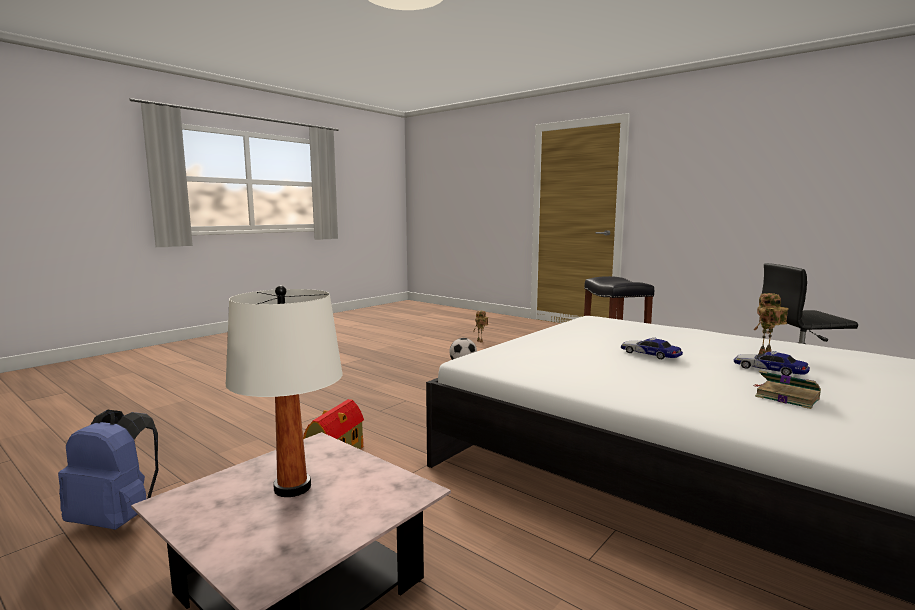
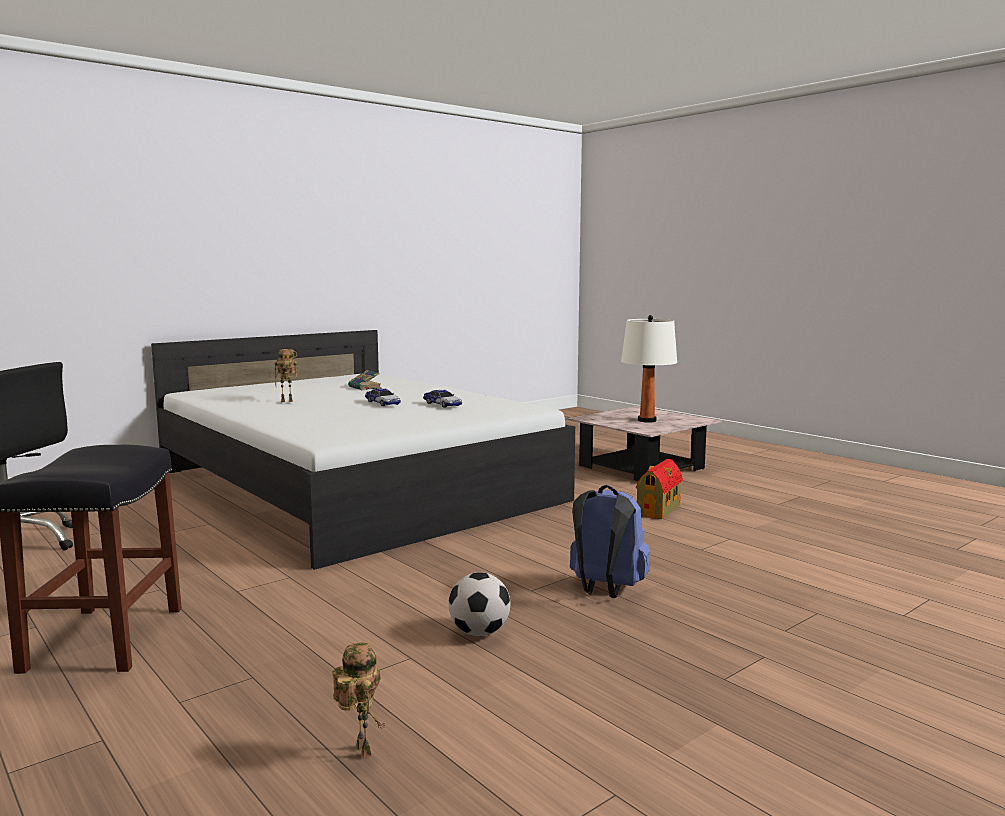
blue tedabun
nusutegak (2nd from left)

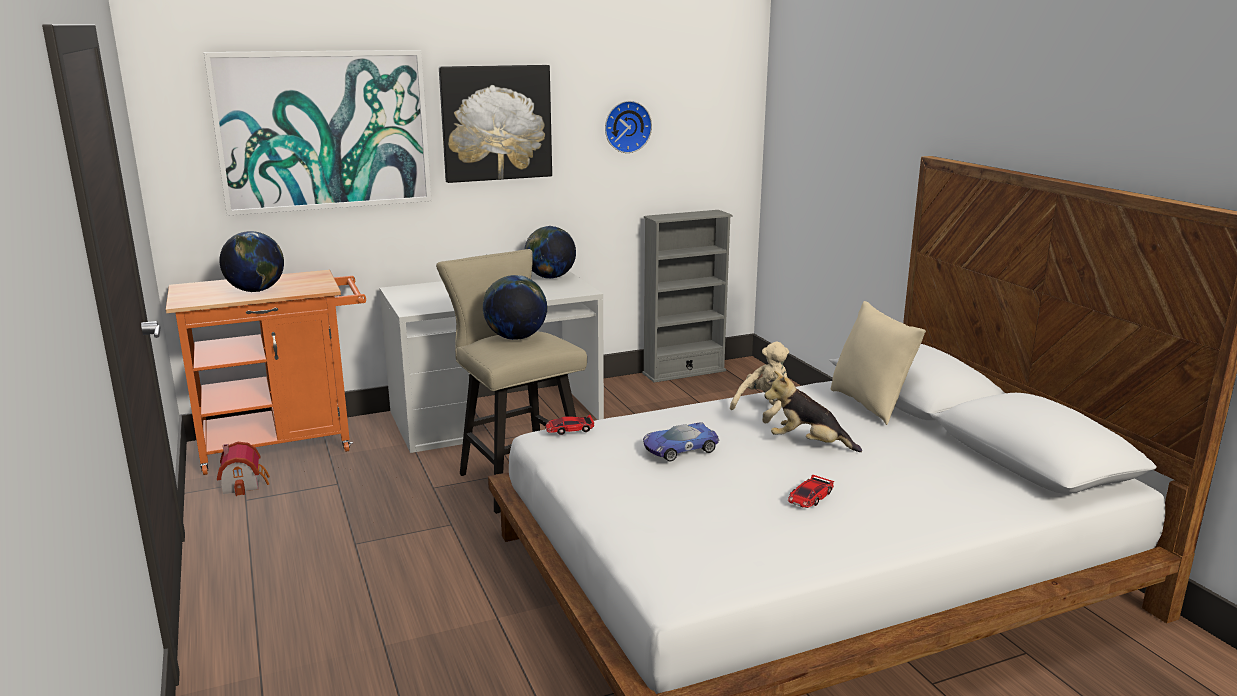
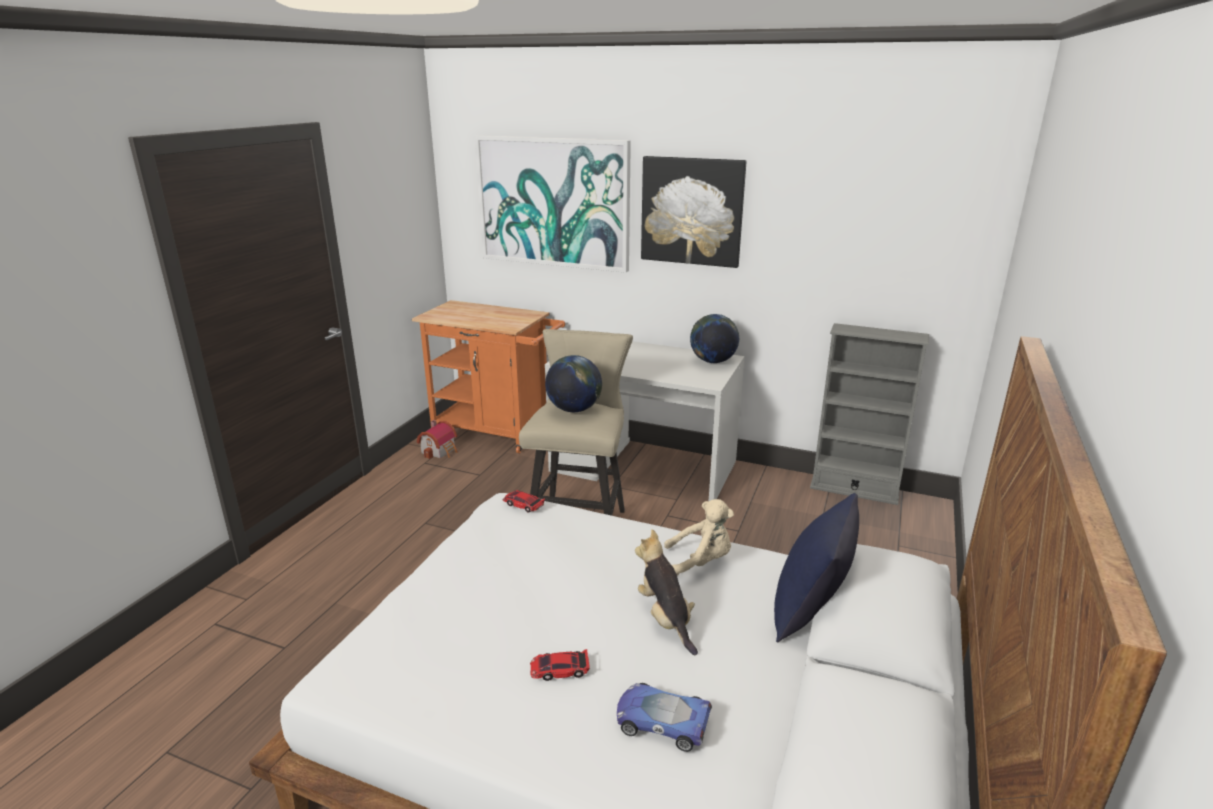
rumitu (1st from left in the first image)
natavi
nusutegak (3rd from left)
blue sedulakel

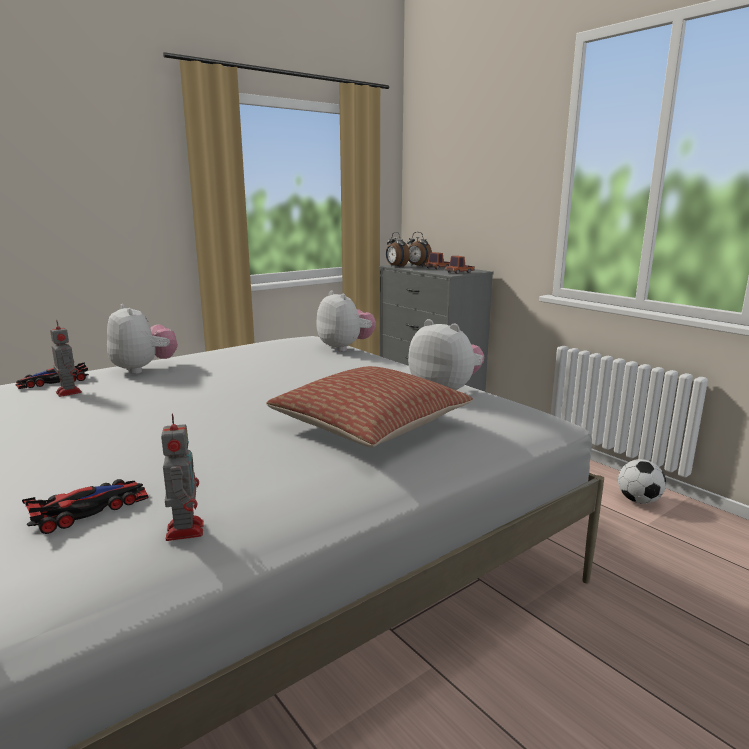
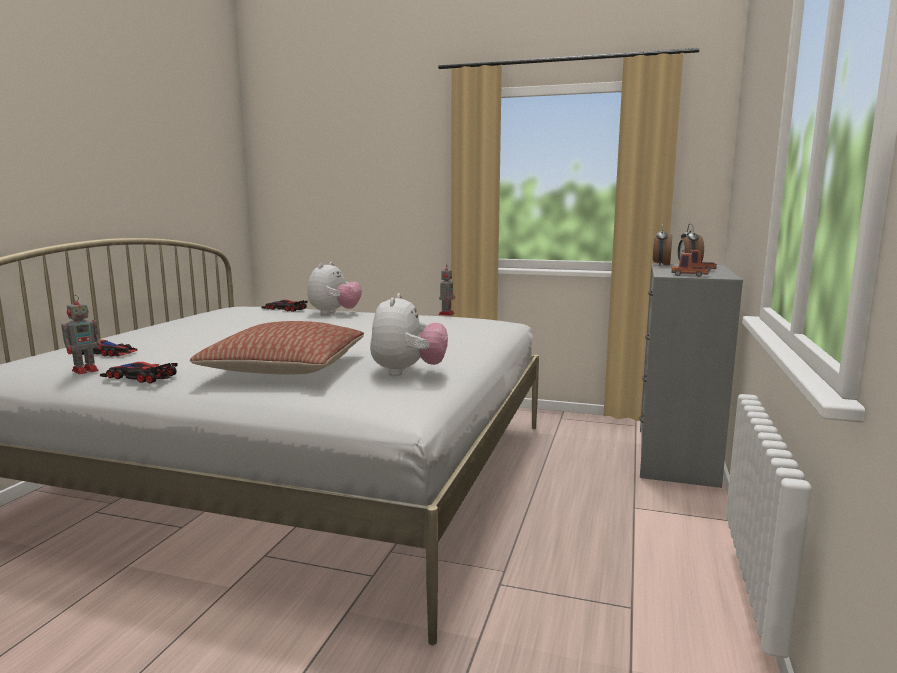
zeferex (2nd from left in the first image)
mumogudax
nusutegak (2nd from left)
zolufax (2nd from left)

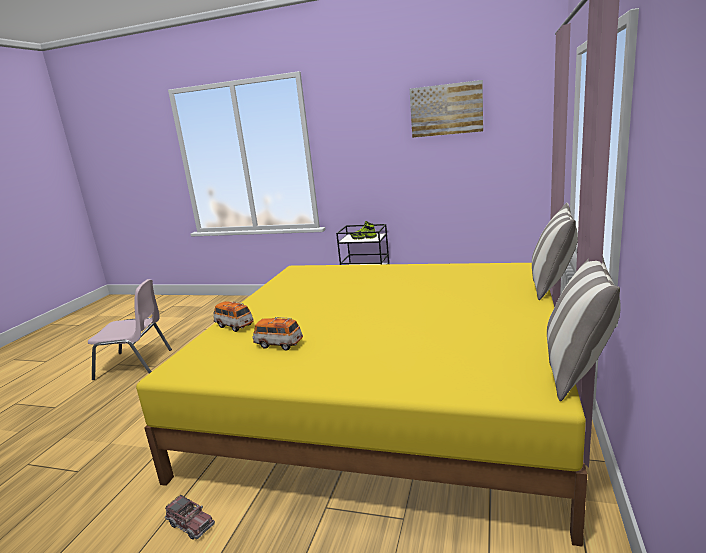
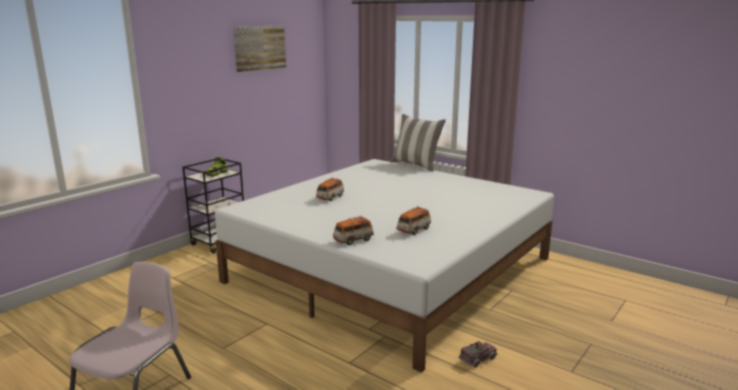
sedulakel (2nd from left in the first image)
nusutegak (1st from left)
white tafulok

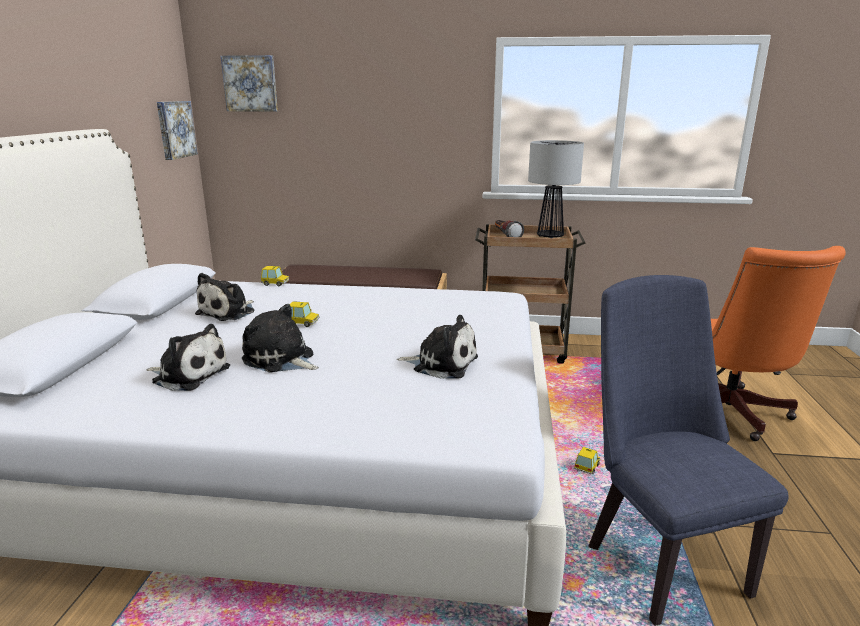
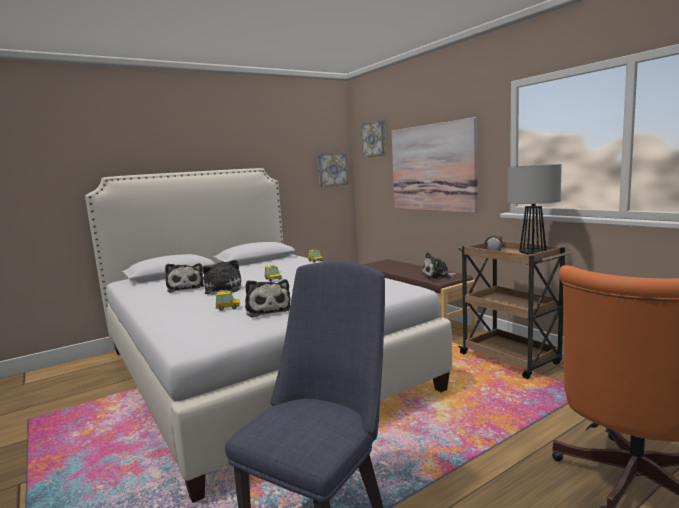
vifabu (3rd from left)
zeferex (4th from left)
nusutegak (1st from left)

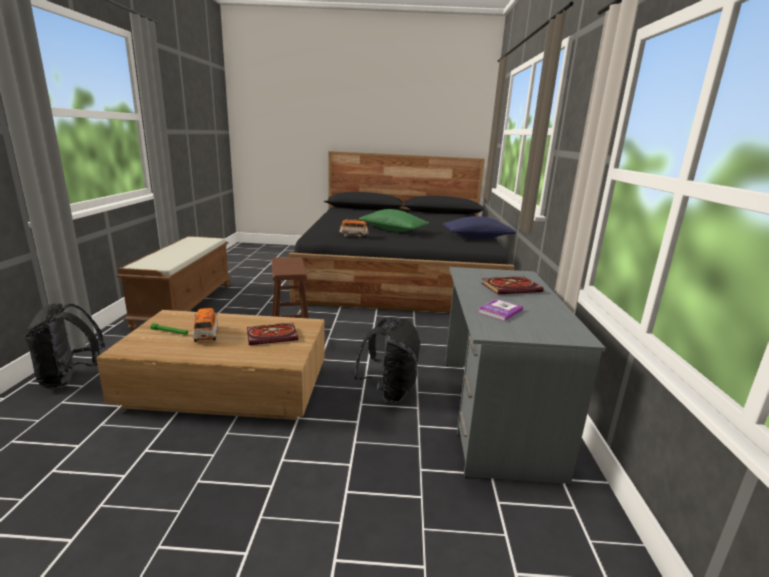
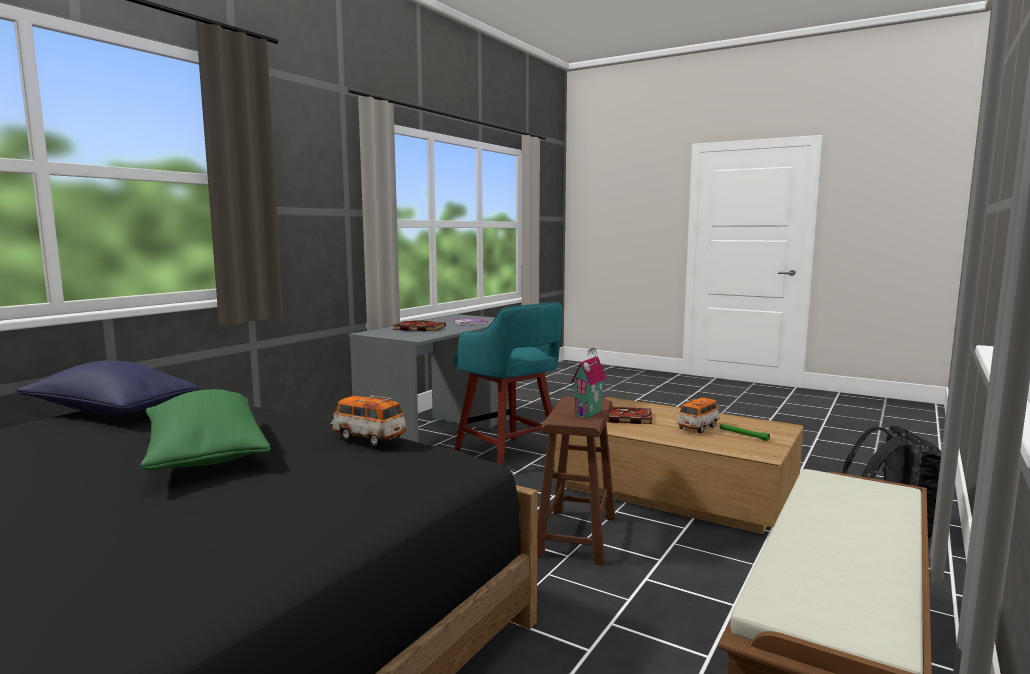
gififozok
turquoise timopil
nusutegak (2nd from left)

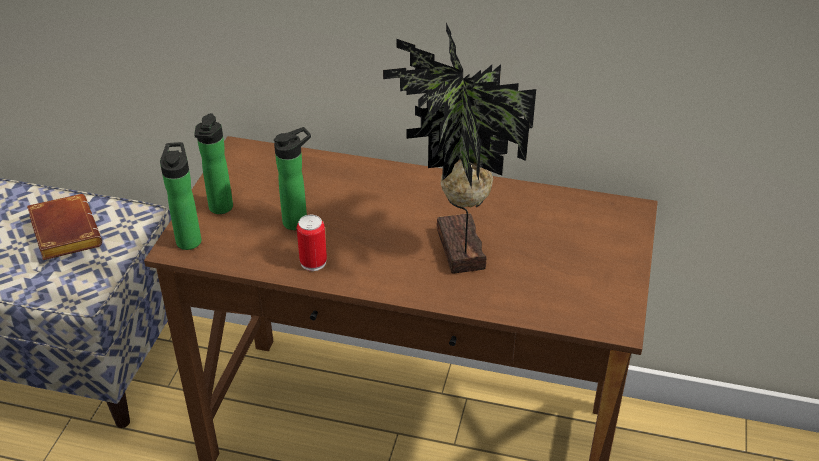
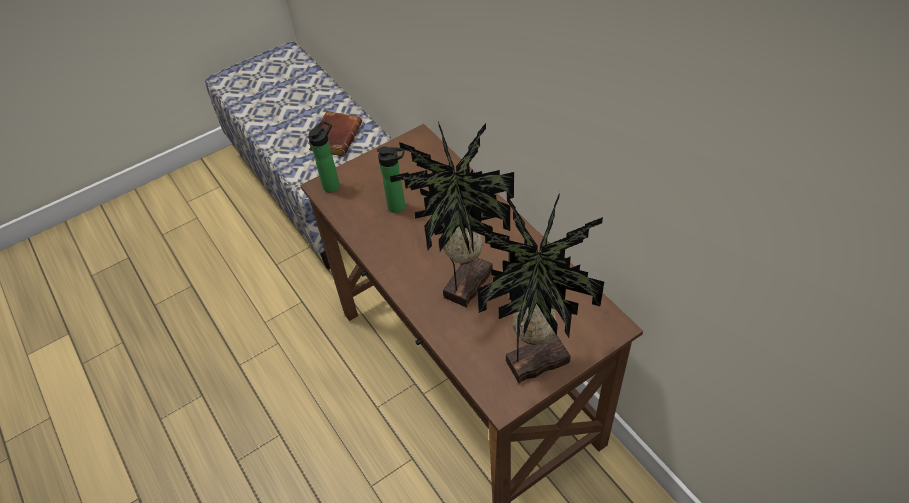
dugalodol (2nd from left in the first image)
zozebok
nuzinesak (2nd from left)

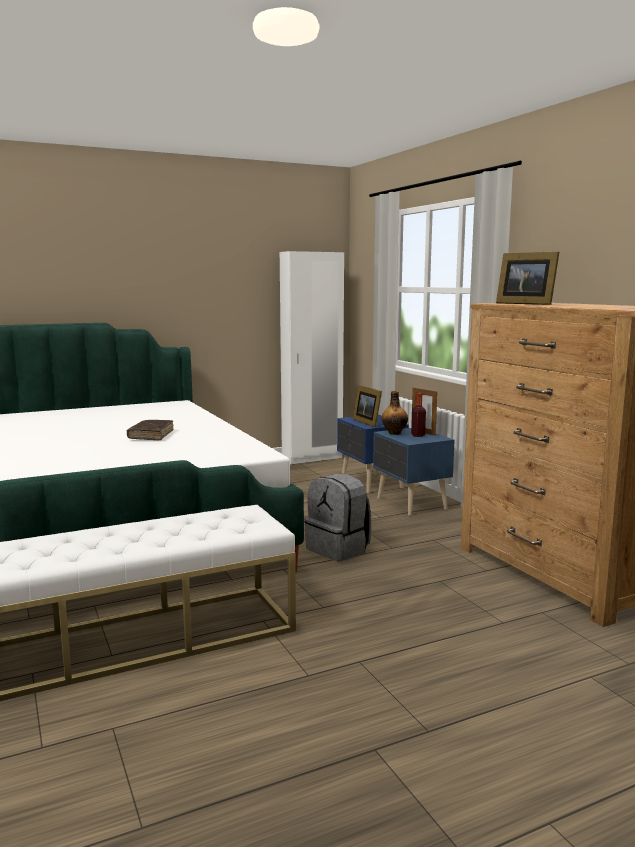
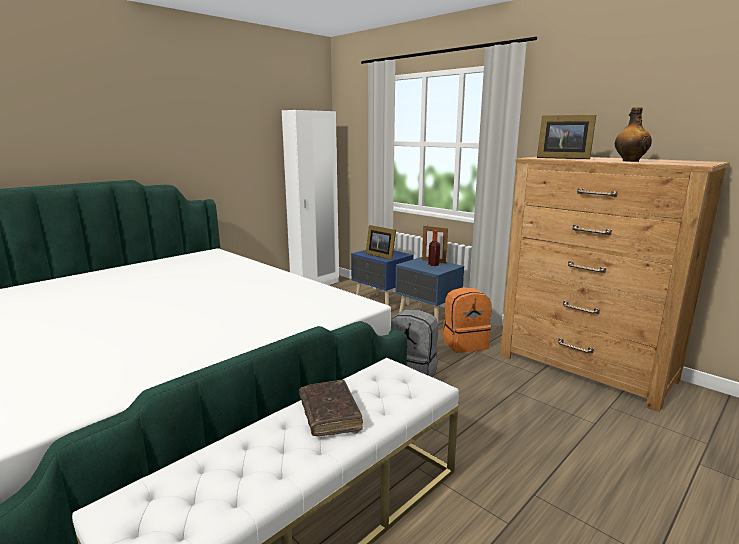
orange tedabun
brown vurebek
dugalodol (2nd from left)

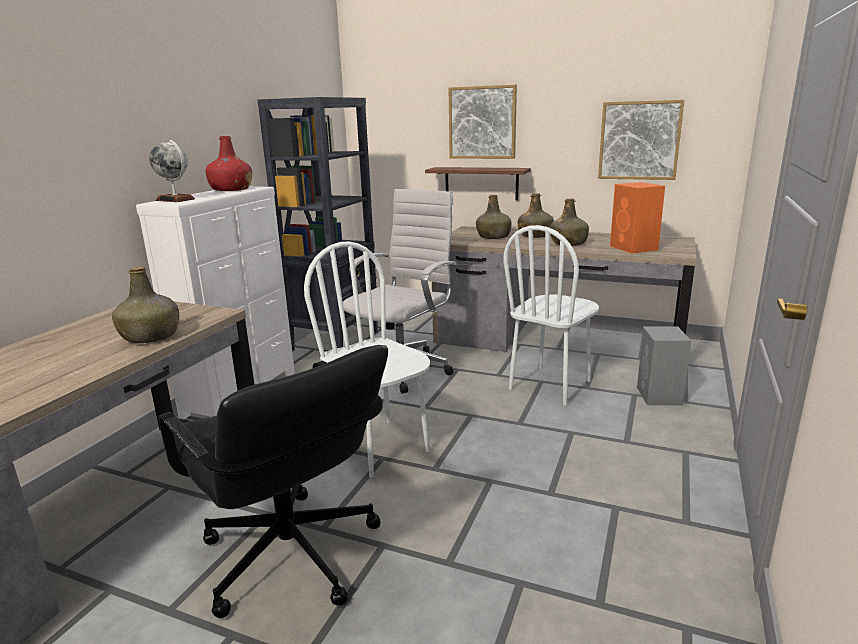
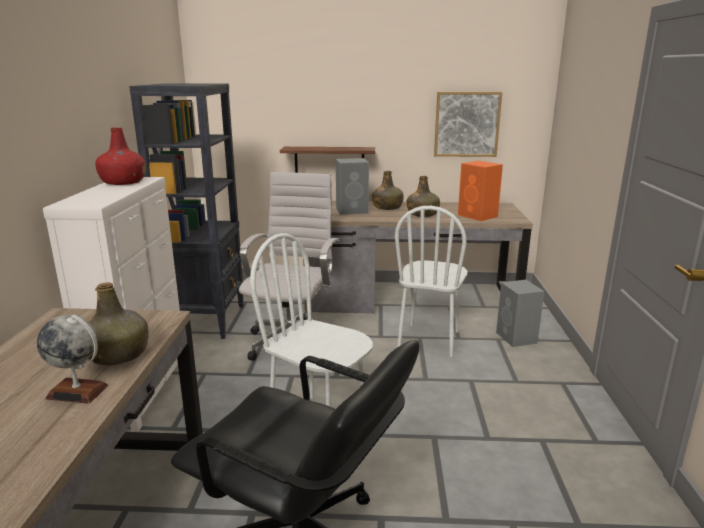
vifabu (1st from left in the first image)
rumitu
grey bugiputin (1st from left)

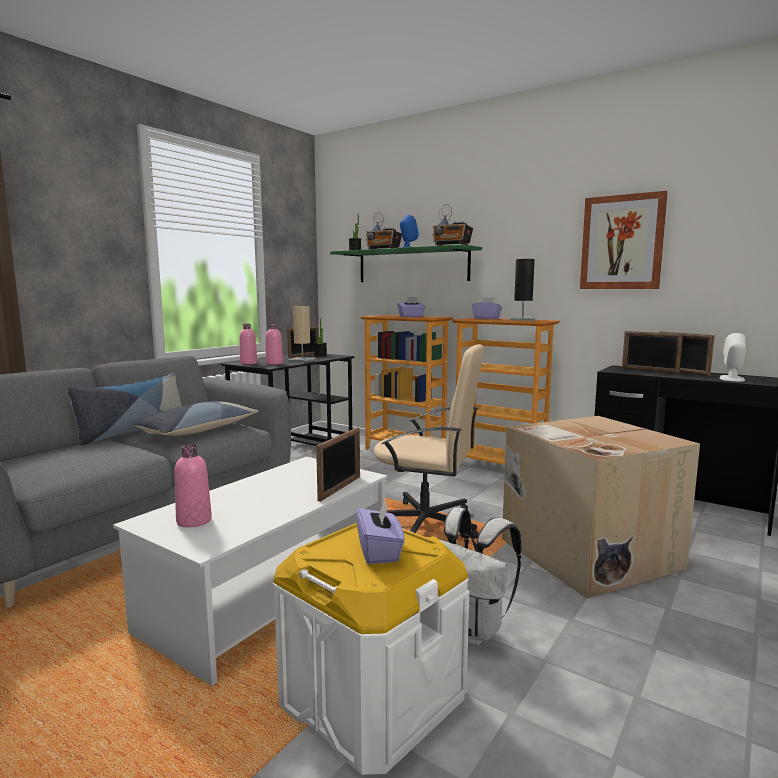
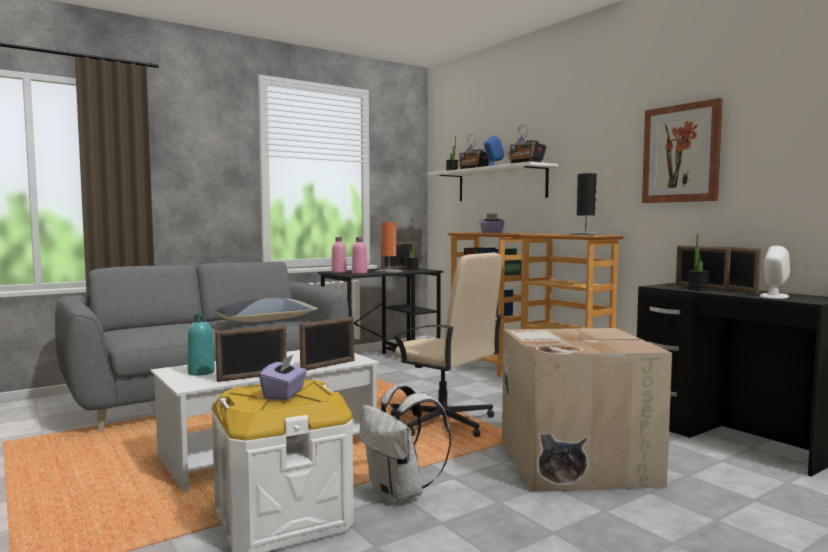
sedulakel (1st from left in the first image)
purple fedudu (3rd from left in the first image)
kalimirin (1st from left)
nuzinesak (3rd from left)
turquoise dugalodol
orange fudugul
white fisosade

